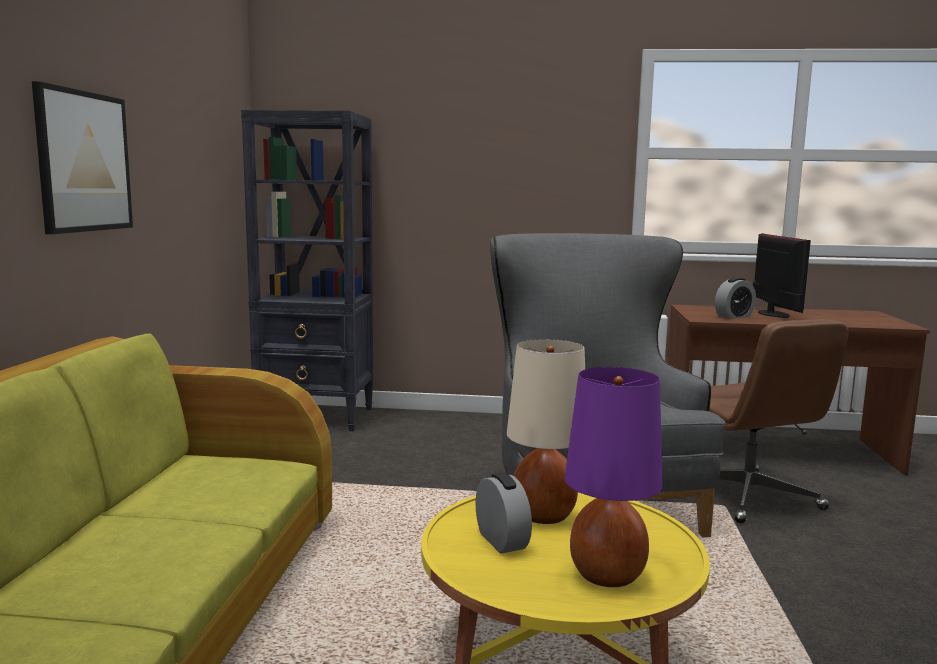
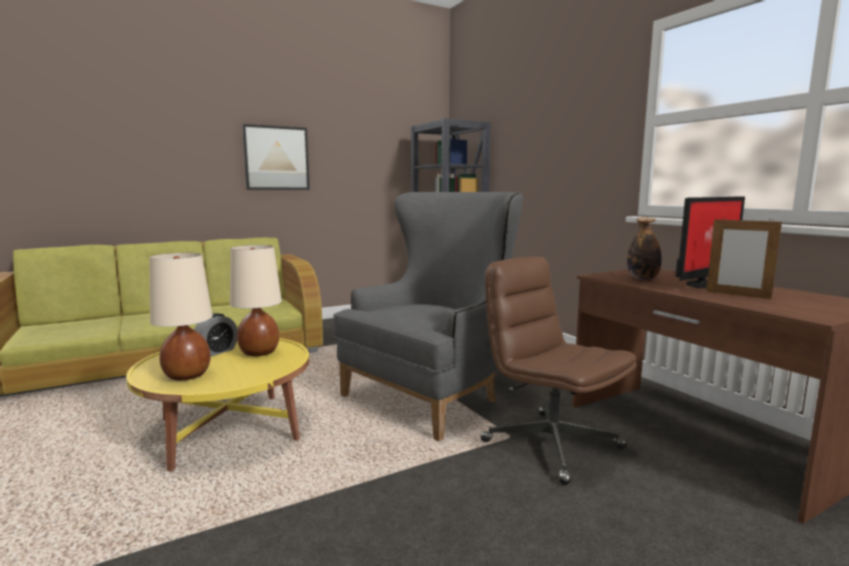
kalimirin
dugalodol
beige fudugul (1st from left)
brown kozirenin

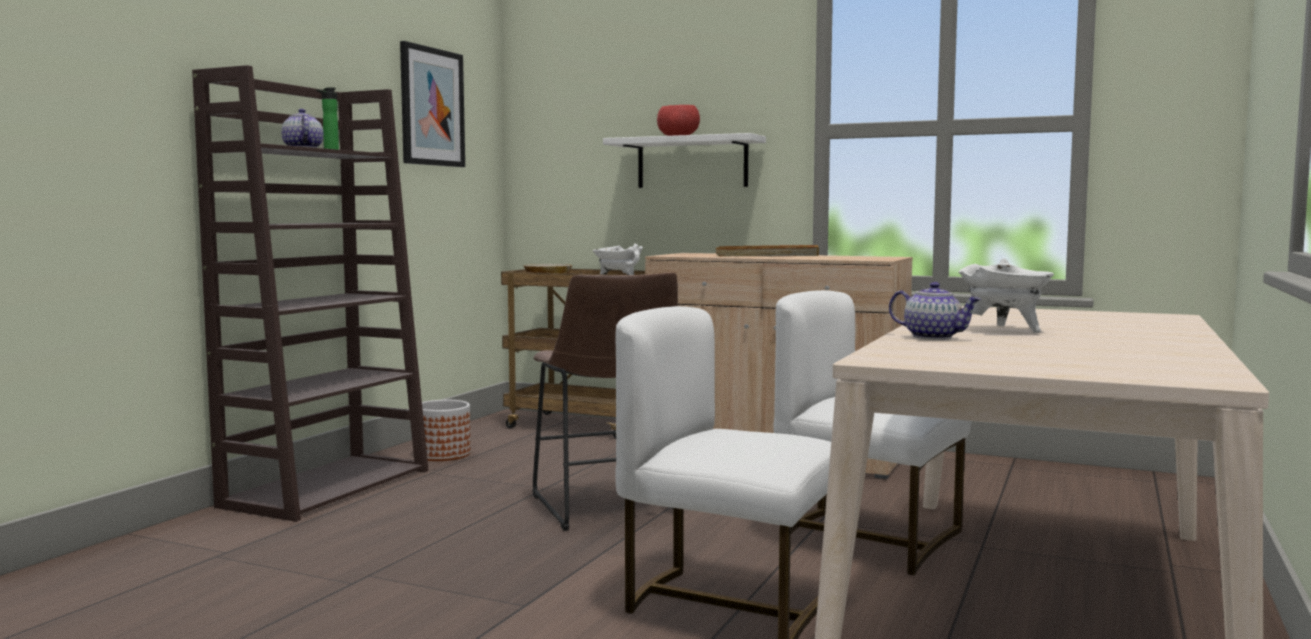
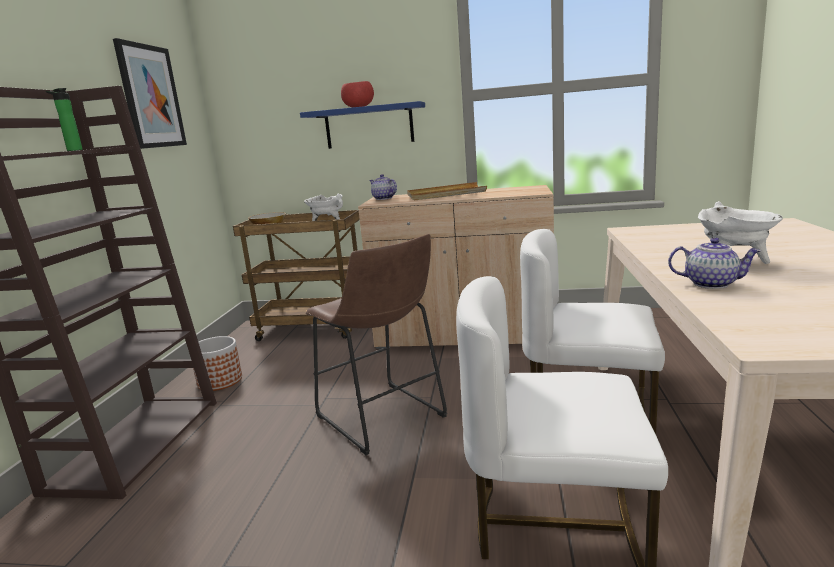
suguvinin (1st from left)
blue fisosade

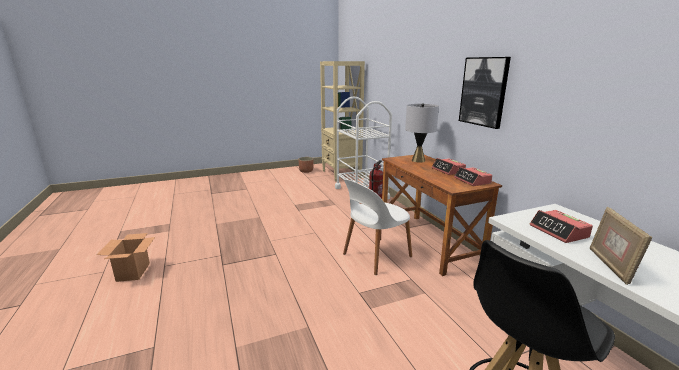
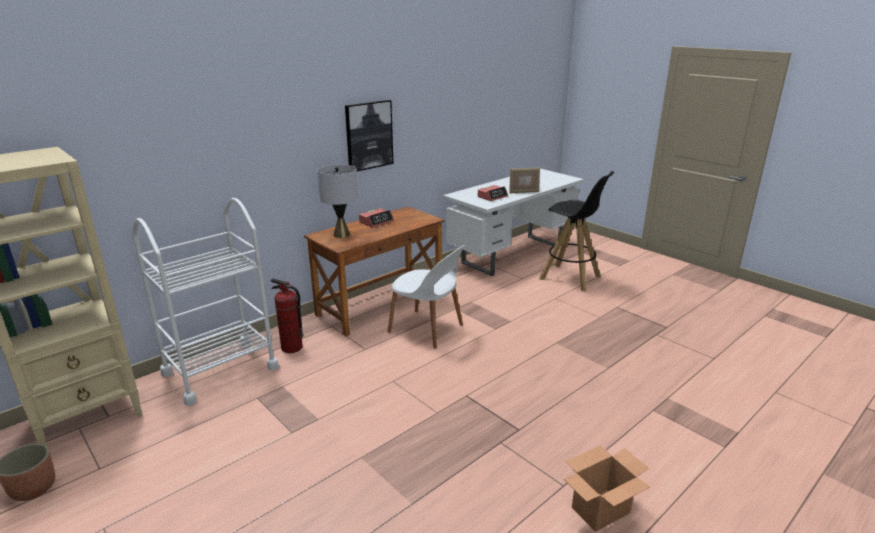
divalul (2nd from left in the first image)

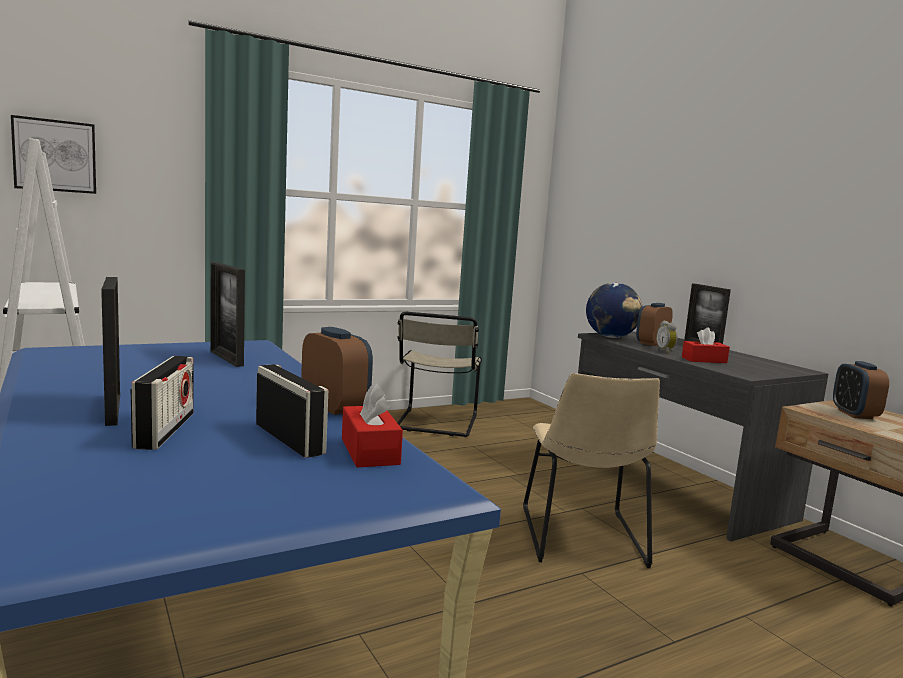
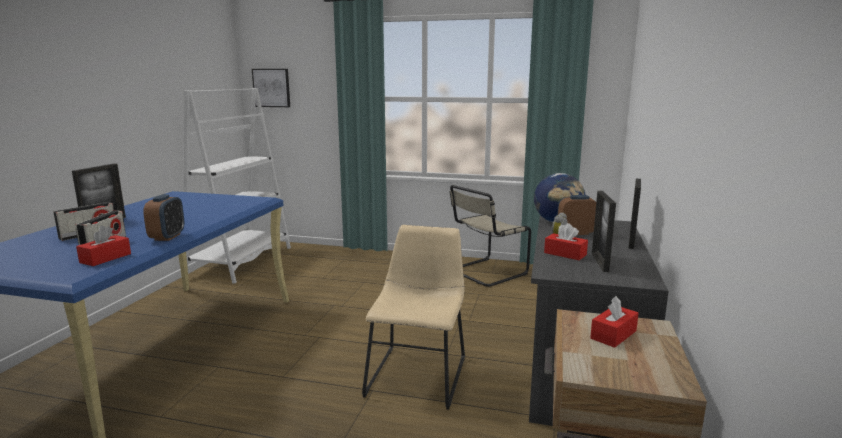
kalimirin (2nd from left)
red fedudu (3rd from left)
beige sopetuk (1st from left)

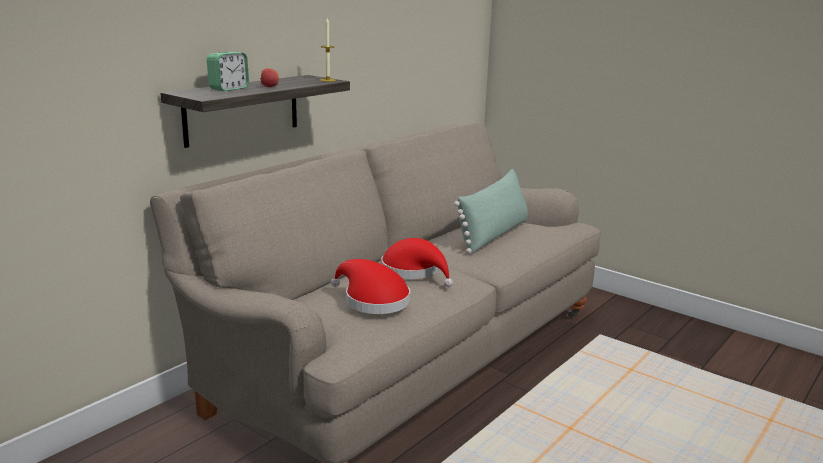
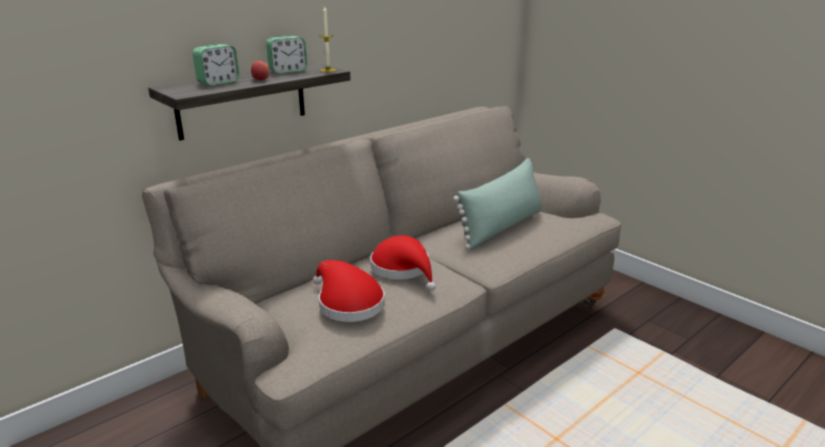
divalul (2nd from left)

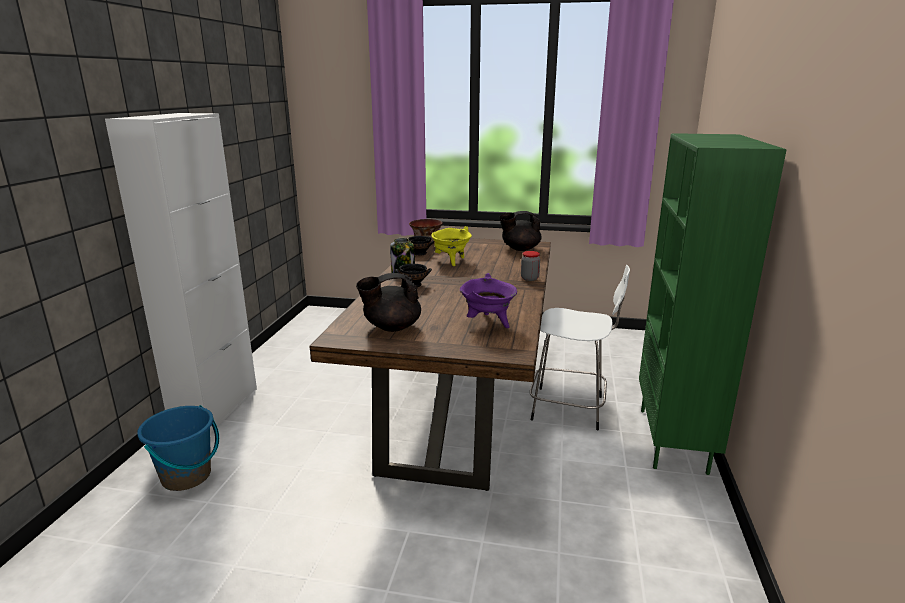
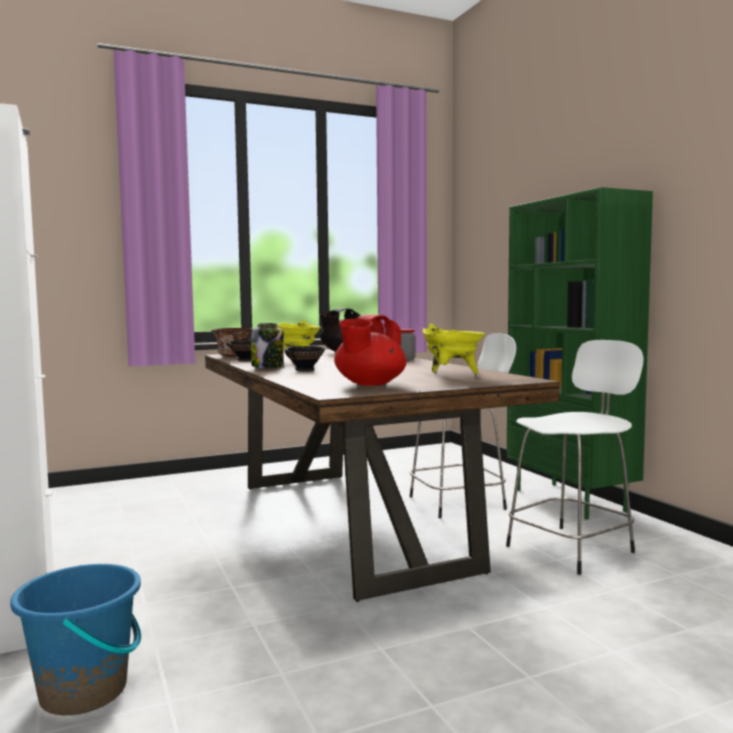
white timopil (2nd from left)
red suguvinin
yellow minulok (2nd from left)

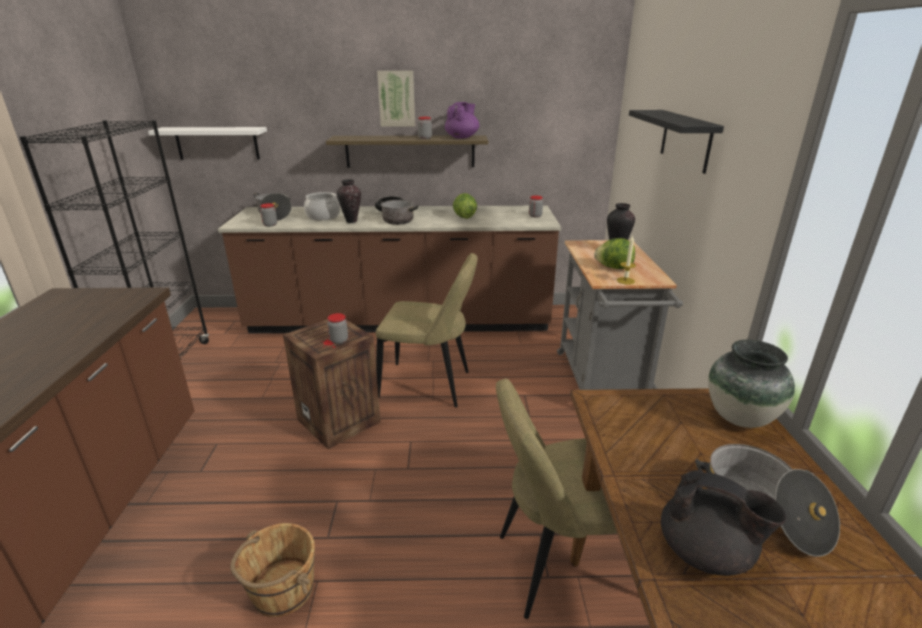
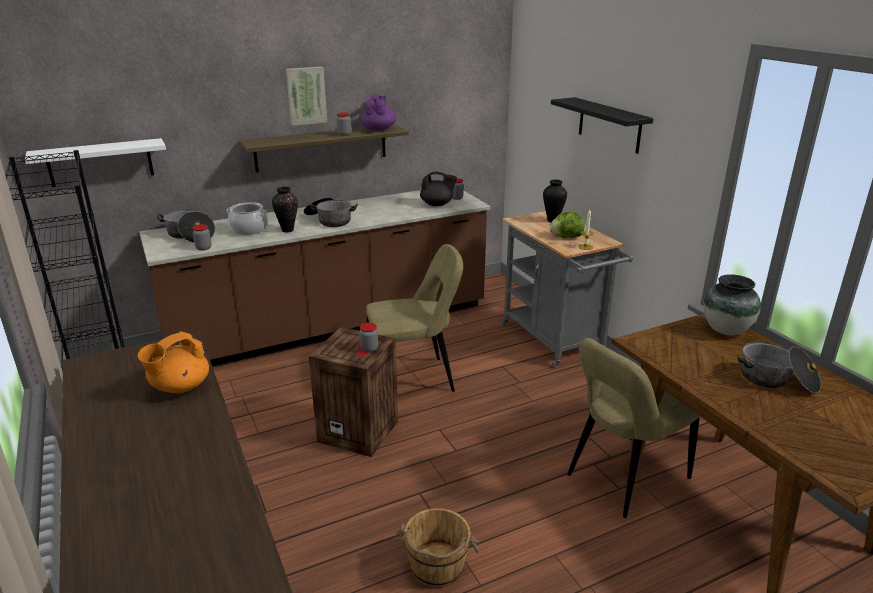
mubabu (1st from left in the first image)
orange suguvinin
black suguvinin

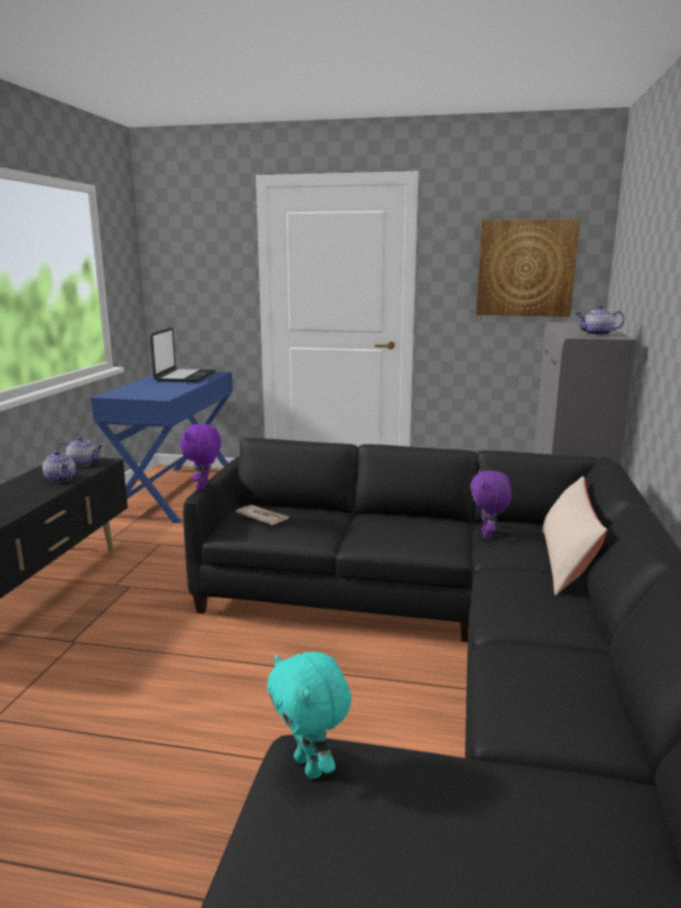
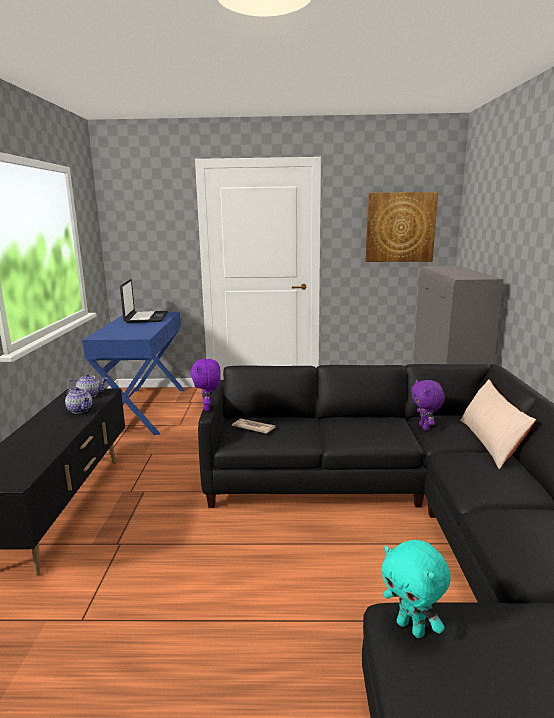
suguvinin (3rd from left in the first image)

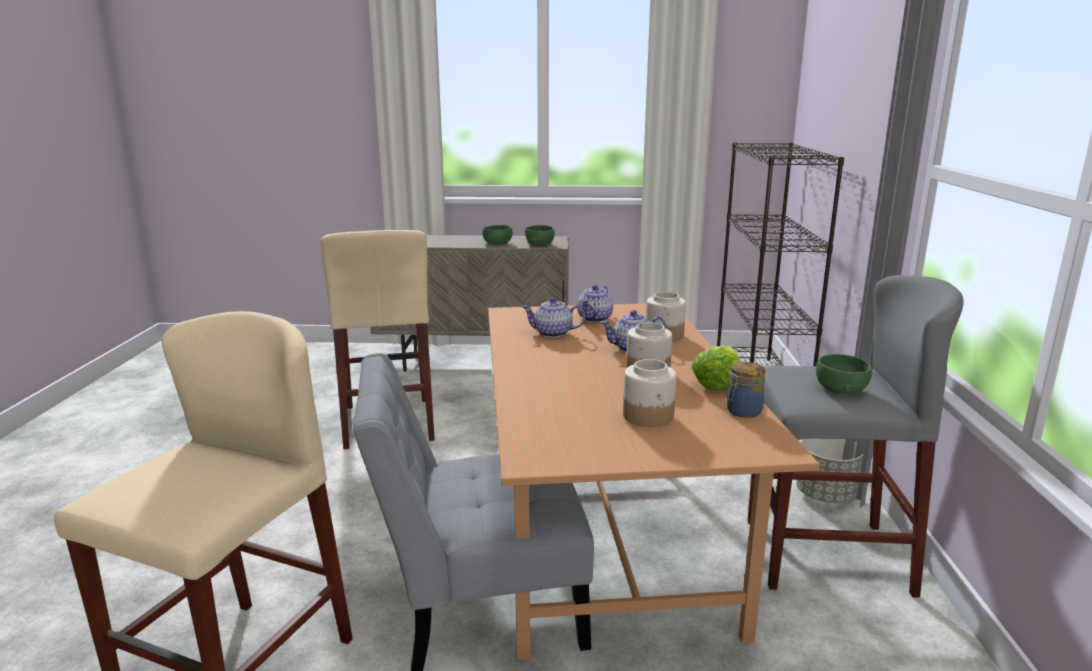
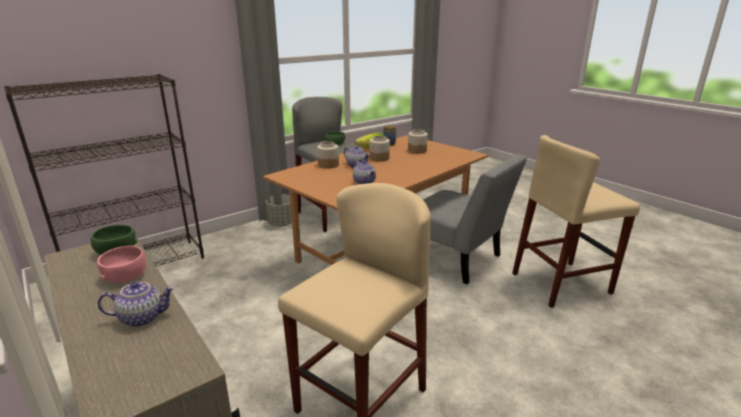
suguvinin (1st from left)
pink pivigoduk

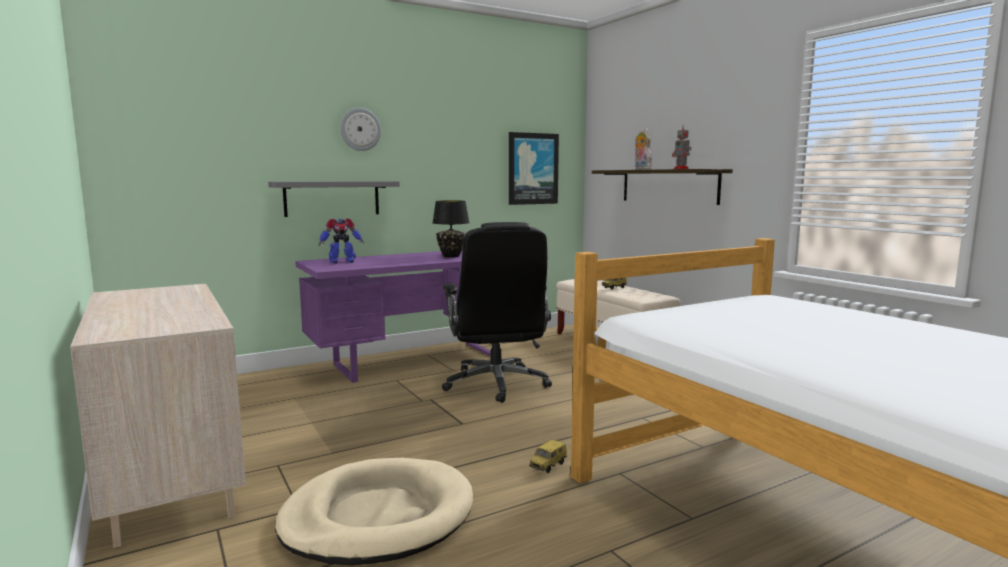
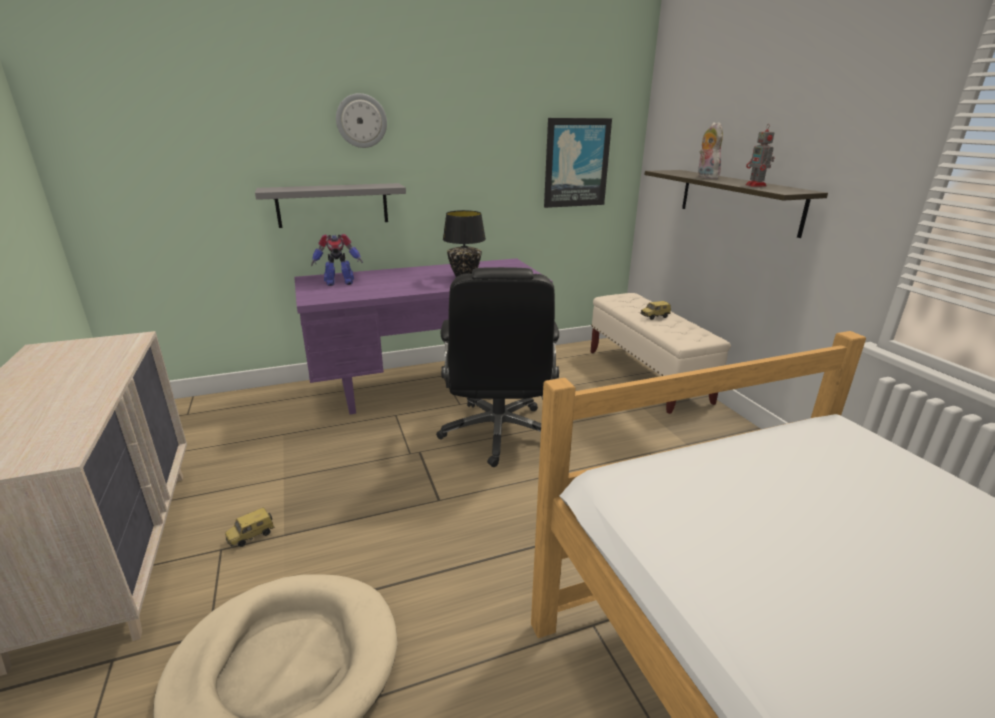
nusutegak (1st from left)

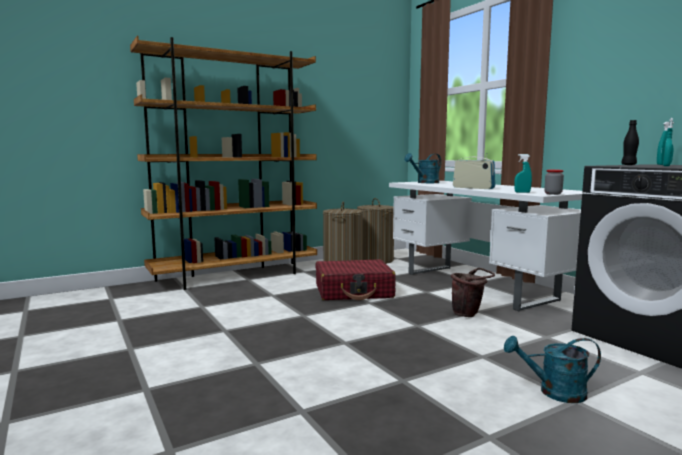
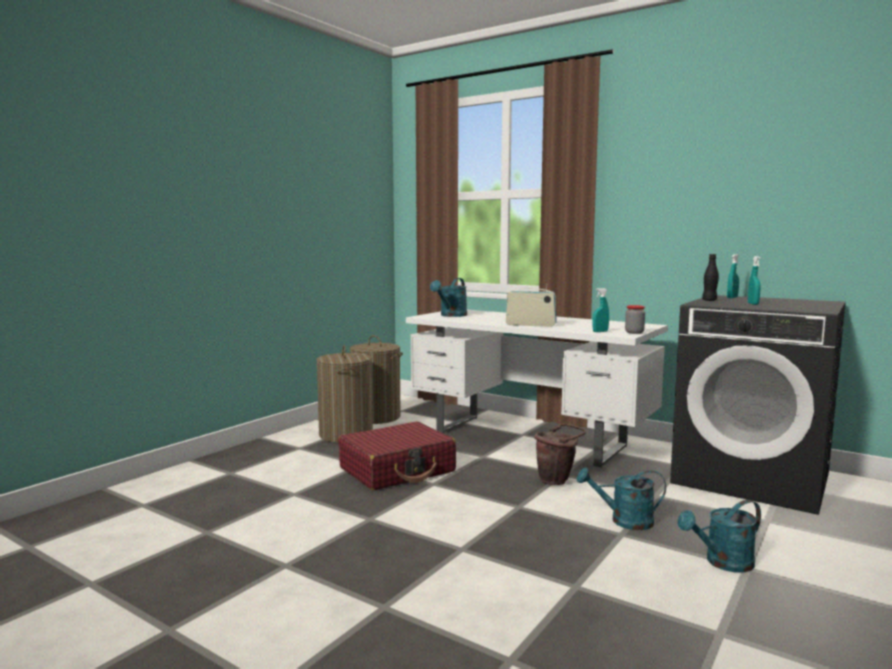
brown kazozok
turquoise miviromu (2nd from left)

